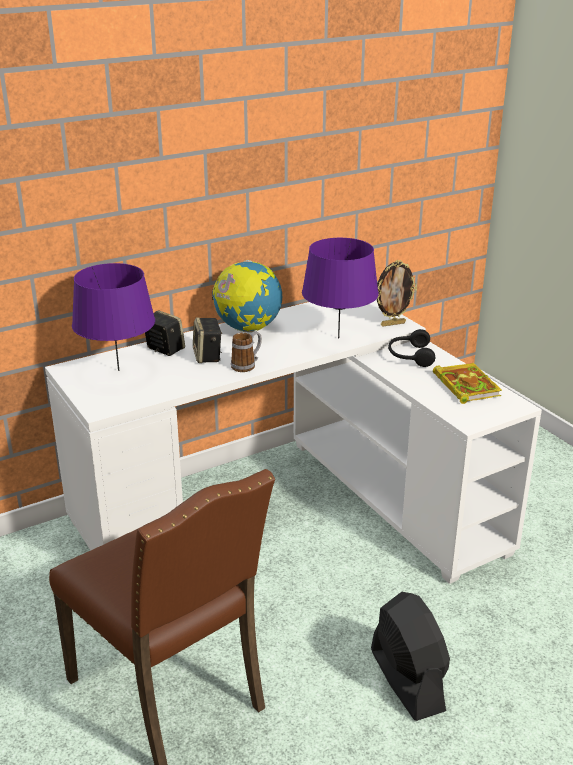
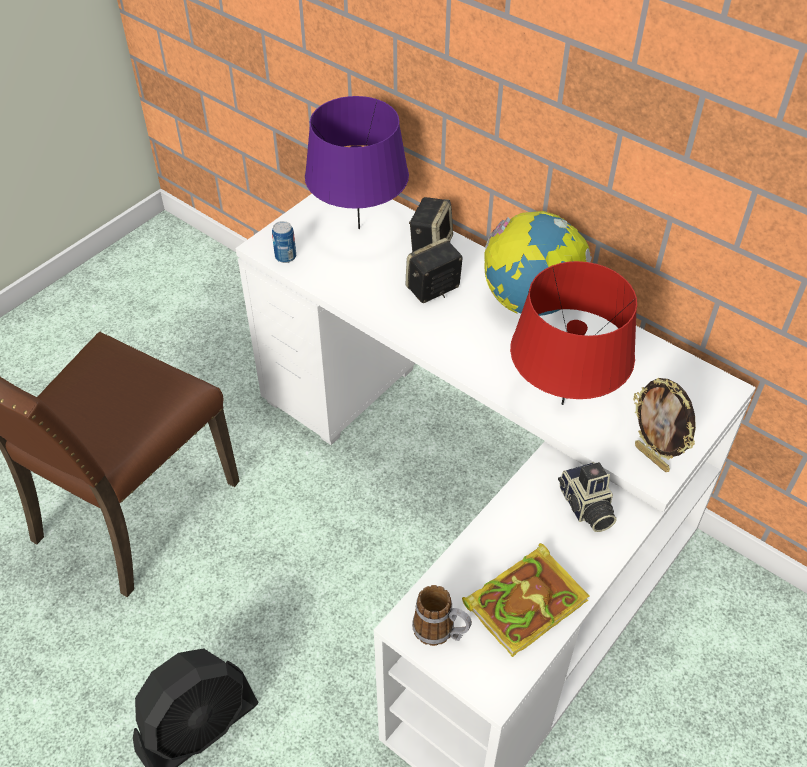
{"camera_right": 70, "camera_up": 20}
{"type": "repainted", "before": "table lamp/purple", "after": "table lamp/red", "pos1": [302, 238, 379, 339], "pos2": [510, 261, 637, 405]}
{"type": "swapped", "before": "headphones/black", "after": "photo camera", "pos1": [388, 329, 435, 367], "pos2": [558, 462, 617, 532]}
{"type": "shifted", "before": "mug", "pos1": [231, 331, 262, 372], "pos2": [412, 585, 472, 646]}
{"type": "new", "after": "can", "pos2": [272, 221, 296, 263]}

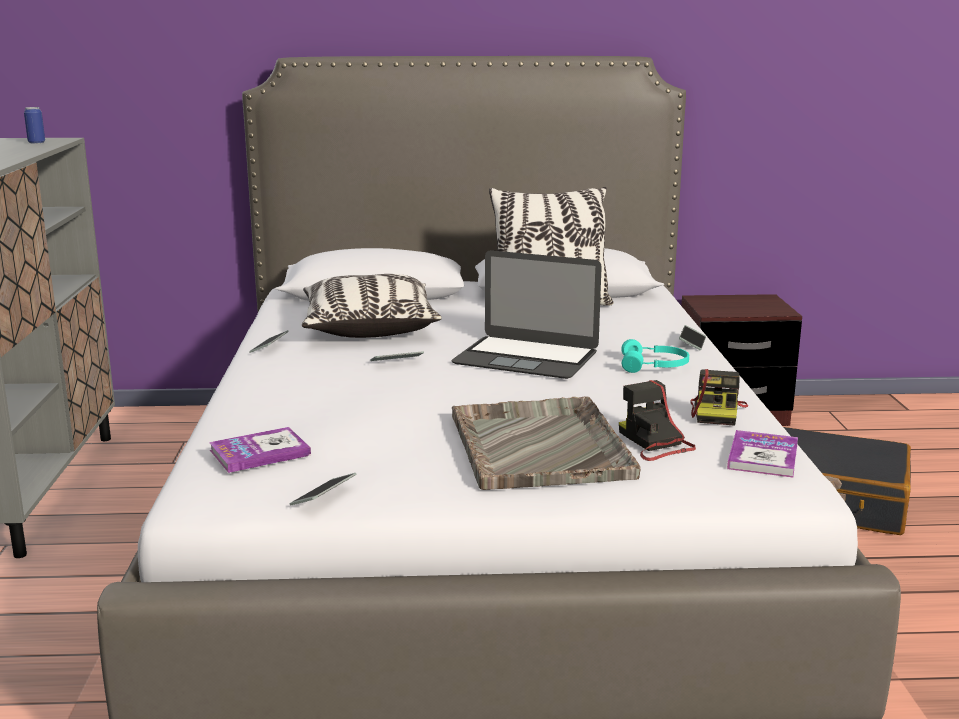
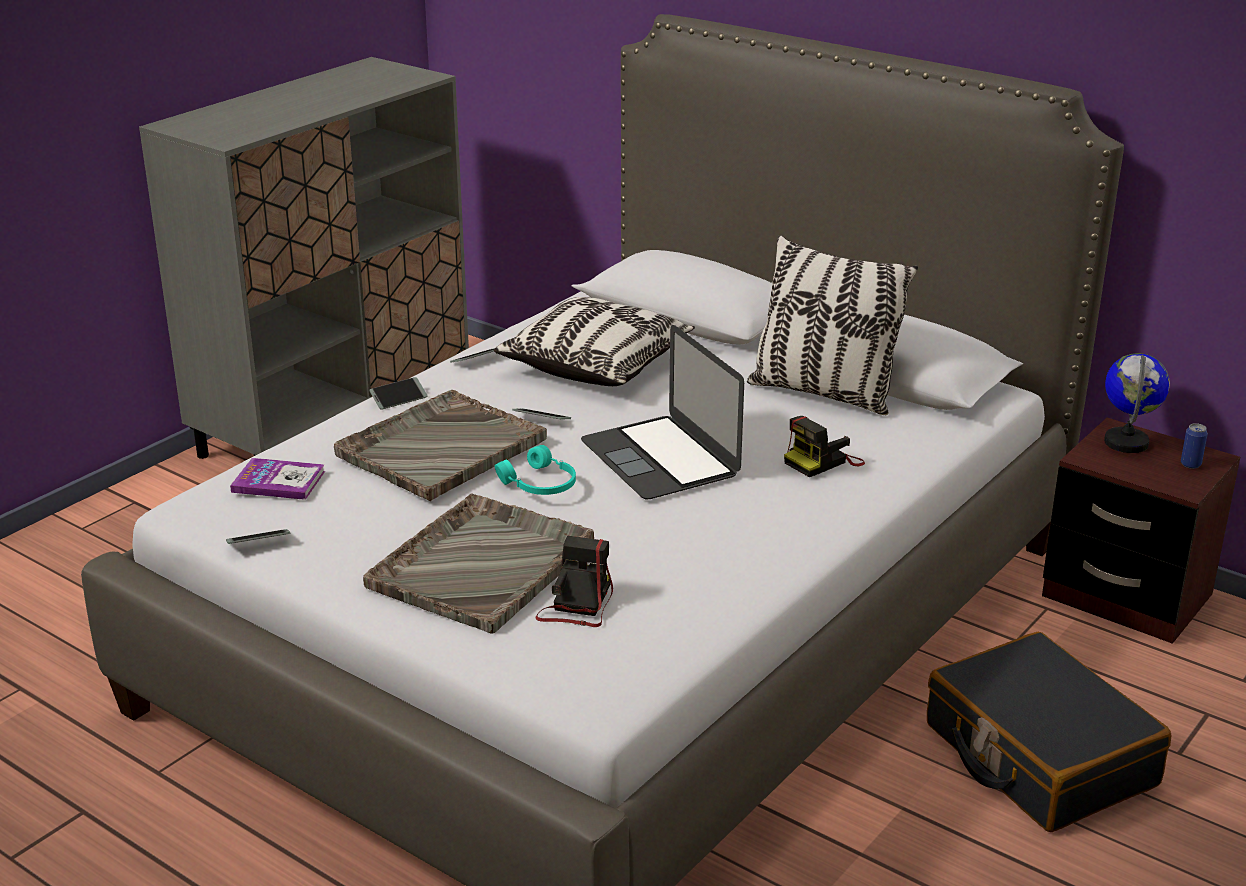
{"camera_right": 40, "camera_up": 10}
{"type": "shifted", "before": "can", "pos1": [24, 107, 45, 144], "pos2": [1181, 423, 1208, 469]}
{"type": "shifted", "before": "phone", "pos1": [679, 325, 706, 350], "pos2": [369, 377, 428, 410]}
{"type": "shifted", "before": "headphones/turquoise", "pos1": [621, 339, 689, 373], "pos2": [495, 445, 576, 495]}
{"type": "shifted", "before": "photo camera", "pos1": [691, 369, 748, 426], "pos2": [784, 416, 865, 477]}
{"type": "gone", "before": "book", "pos1": [727, 430, 798, 478]}
{"type": "new", "after": "globe", "pos2": [1104, 353, 1170, 453]}
{"type": "new", "after": "tray/grey", "pos2": [334, 390, 547, 501]}

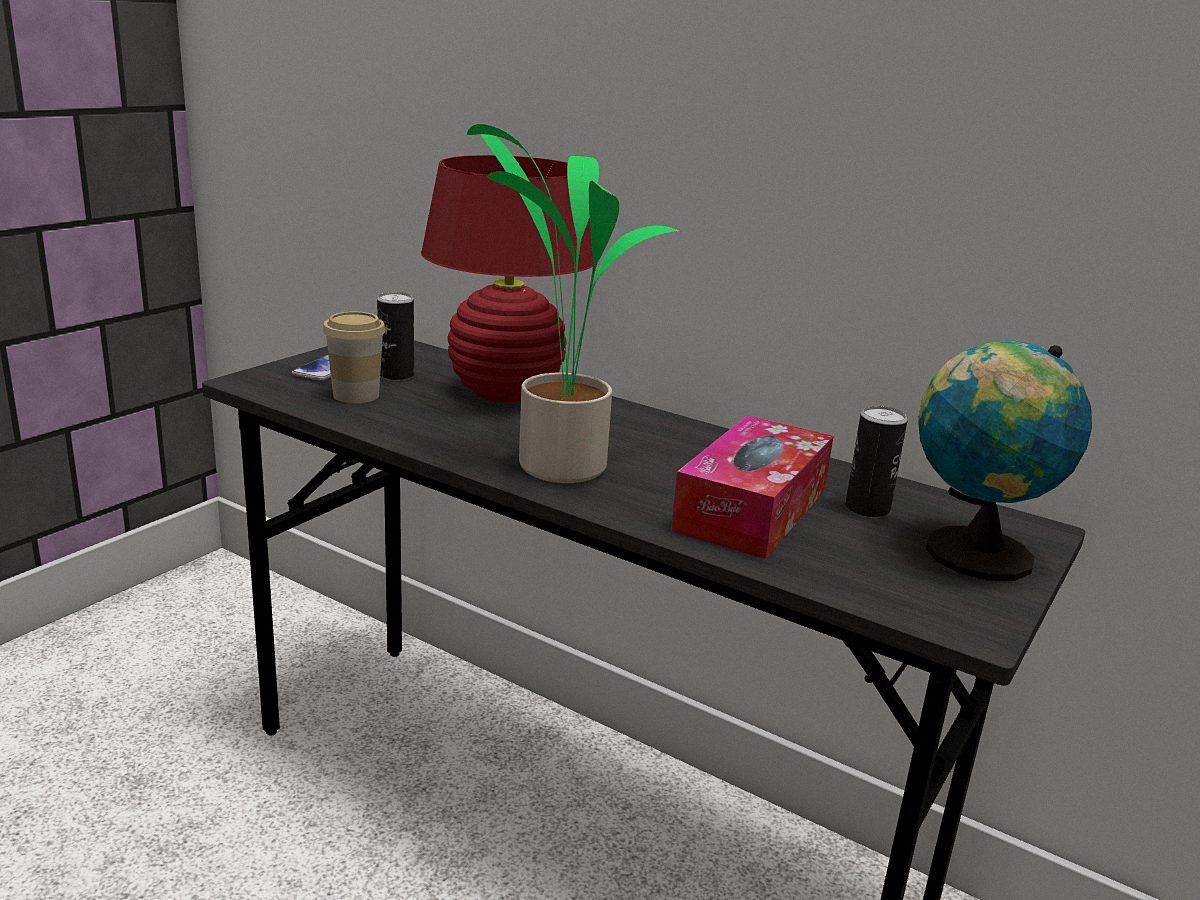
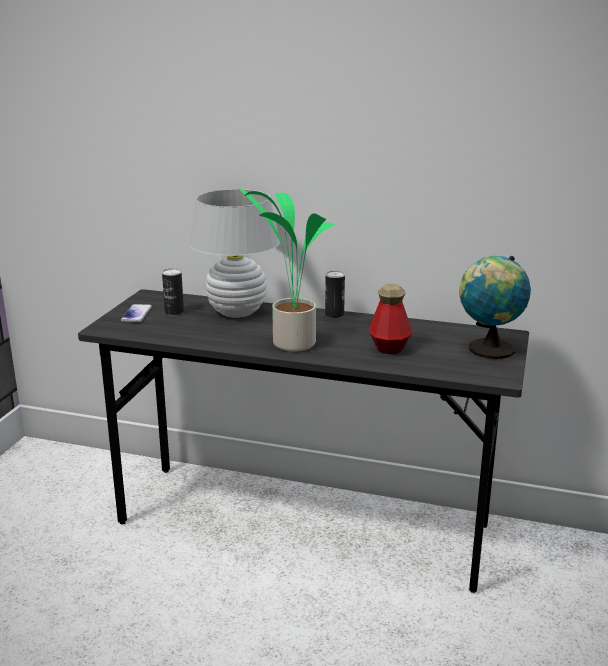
{"camera_right": -15, "camera_up": 0}
{"type": "repainted", "before": "table lamp/red", "after": "table lamp/white", "pos1": [421, 155, 593, 402], "pos2": [189, 189, 280, 318]}
{"type": "gone", "before": "cup", "pos1": [323, 311, 386, 403]}
{"type": "shifted", "before": "can", "pos1": [845, 406, 907, 518], "pos2": [325, 271, 345, 318]}
{"type": "swapped", "before": "tissue box", "after": "bottle", "pos1": [671, 415, 834, 559], "pos2": [369, 284, 413, 354]}

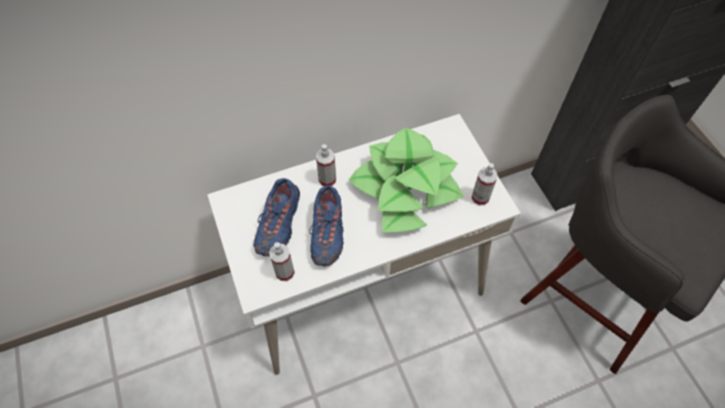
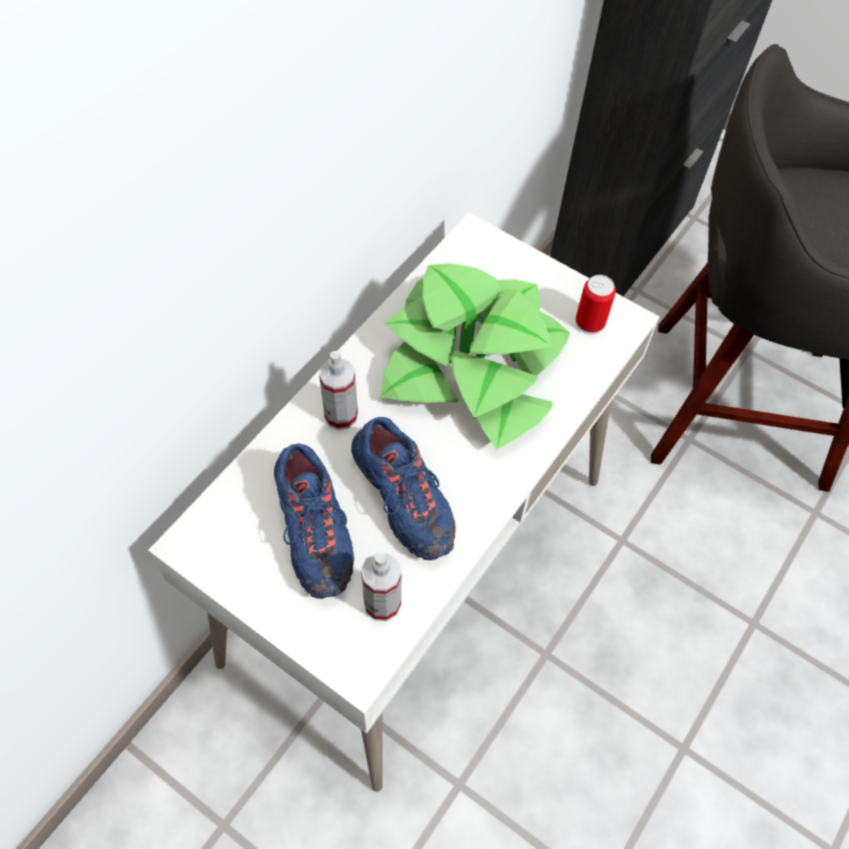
{"camera_right": -35, "camera_up": 0}
{"type": "swapped", "before": "spray bottle", "after": "can", "pos1": [471, 163, 498, 205], "pos2": [576, 275, 616, 335]}

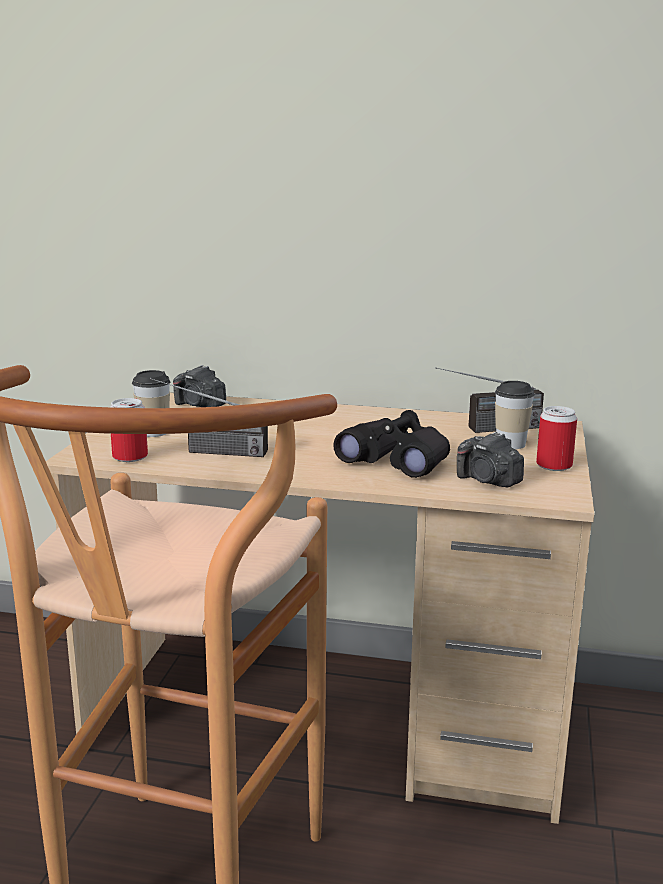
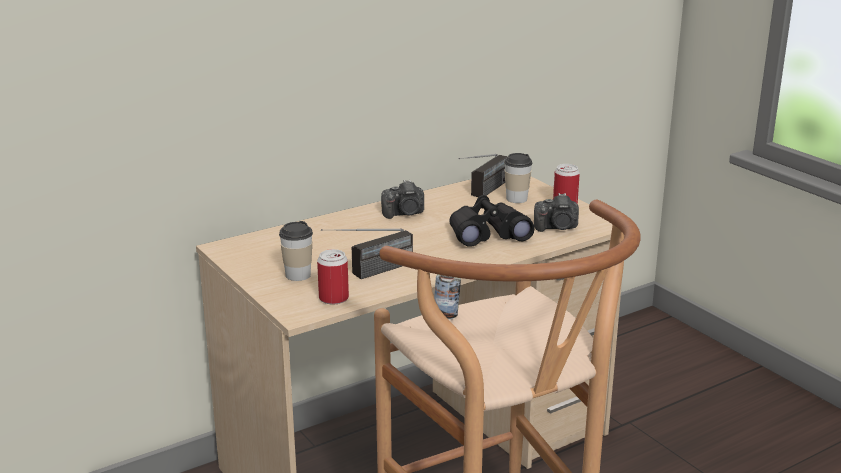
{"camera_right": -45, "camera_up": 5}
{"type": "shifted", "before": "photo camera", "pos1": [173, 365, 226, 407], "pos2": [381, 180, 424, 219]}
{"type": "new", "after": "can", "pos2": [434, 274, 461, 320]}

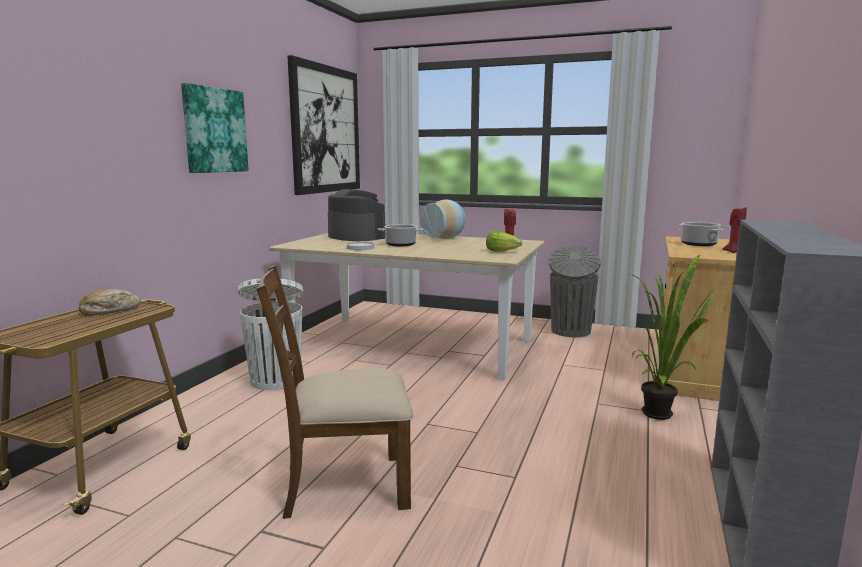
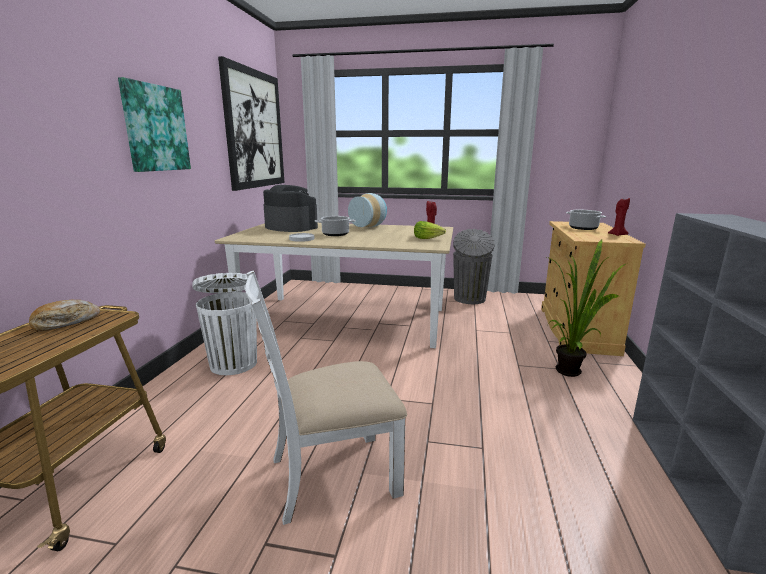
{"camera_right": -10, "camera_up": 5}
{"type": "repainted", "before": "chair/brown", "after": "chair/white", "pos1": [257, 265, 413, 519], "pos2": [245, 270, 407, 525]}

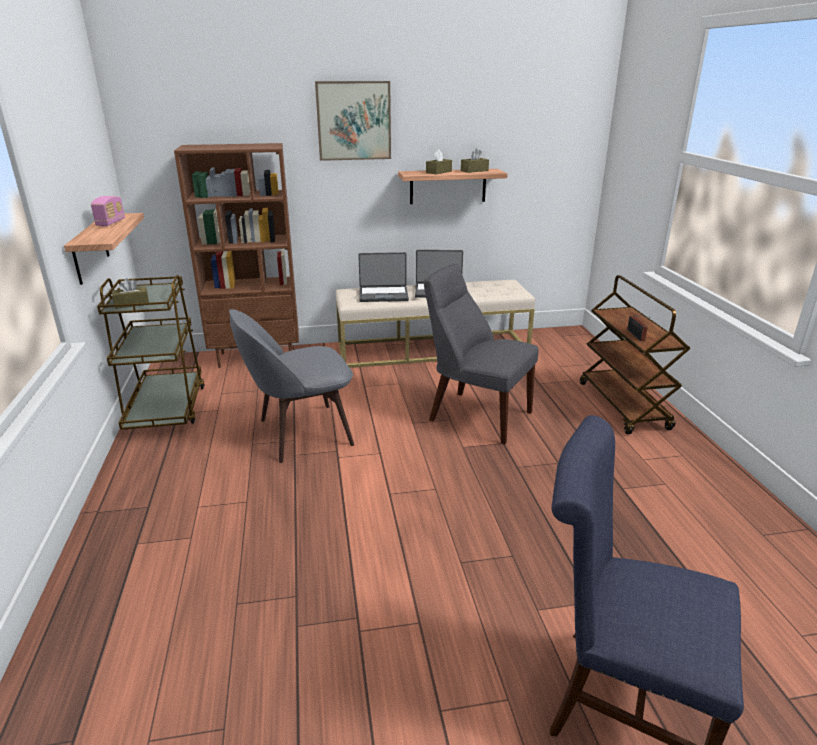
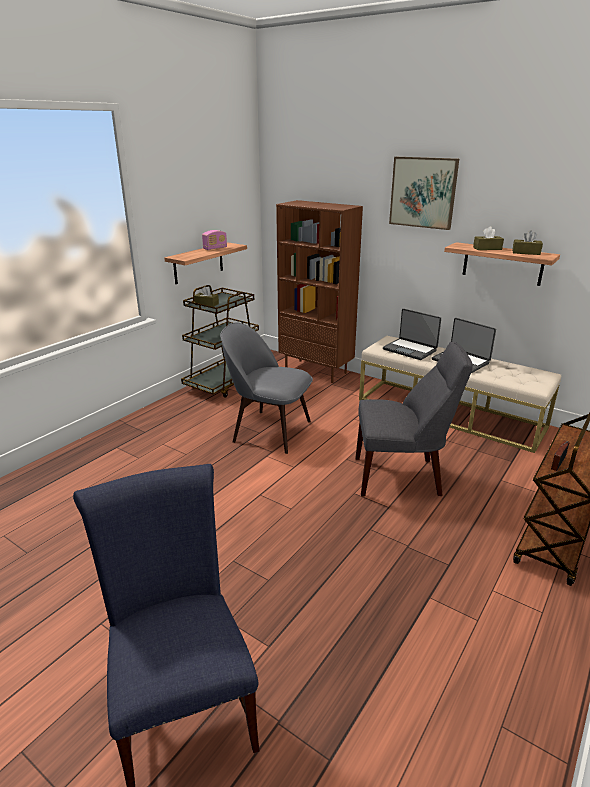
{"camera_right": 45, "camera_up": 0}
{"type": "rotated", "before": "chair/grey", "pos1": [424, 264, 539, 444], "pos2": [356, 341, 473, 496], "turn": 105}

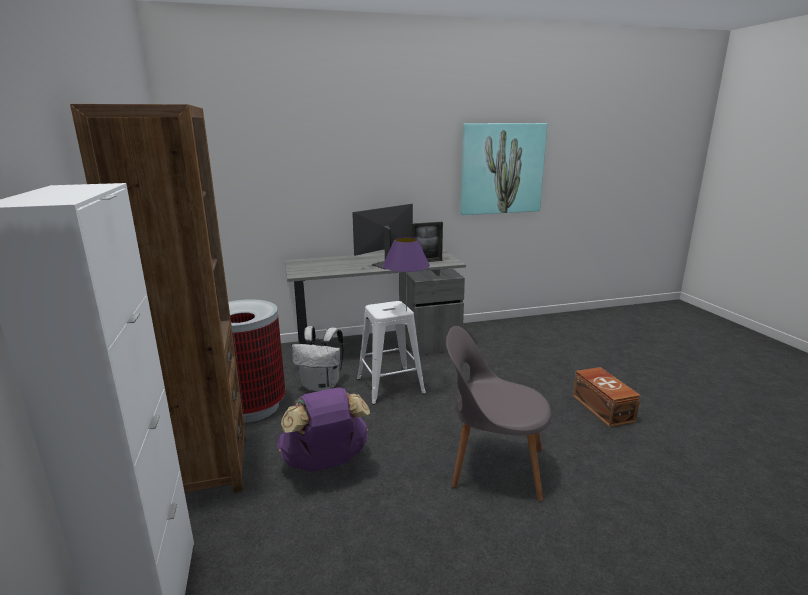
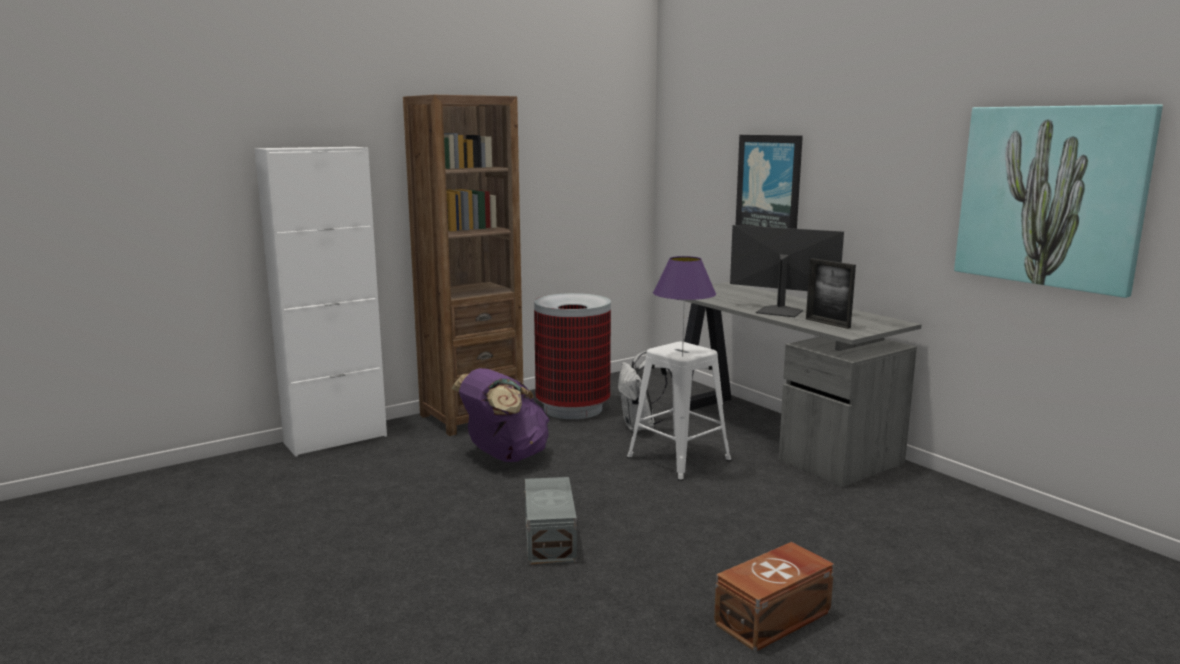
{"camera_right": 70, "camera_up": -5}
{"type": "swapped", "before": "chair/grey", "after": "storage box/grey", "pos1": [446, 326, 551, 501], "pos2": [525, 477, 577, 565]}
{"type": "new", "after": "picture", "pos2": [736, 135, 803, 229]}

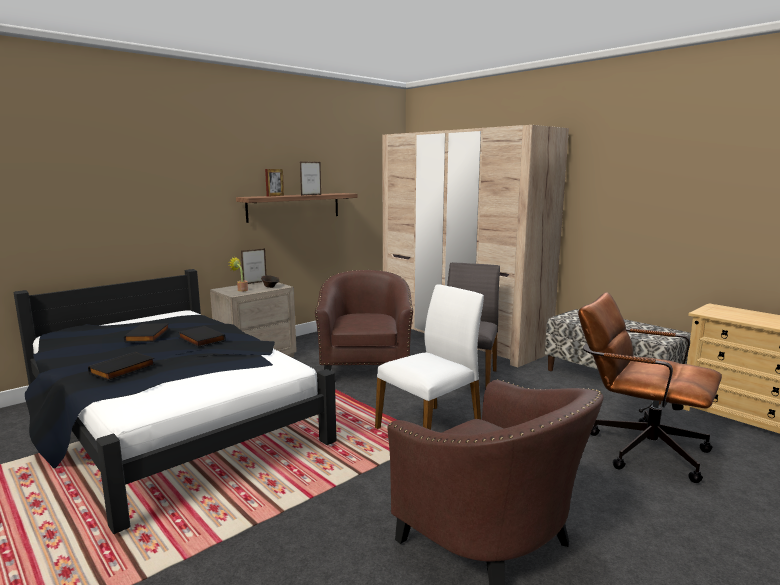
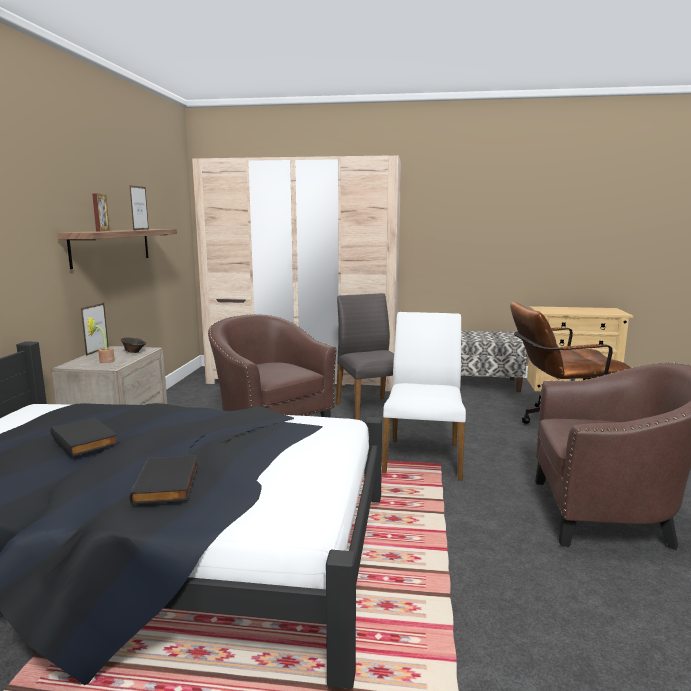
{"camera_right": -40, "camera_up": 0}
{"type": "gone", "before": "book/black", "pos1": [179, 326, 226, 347]}

